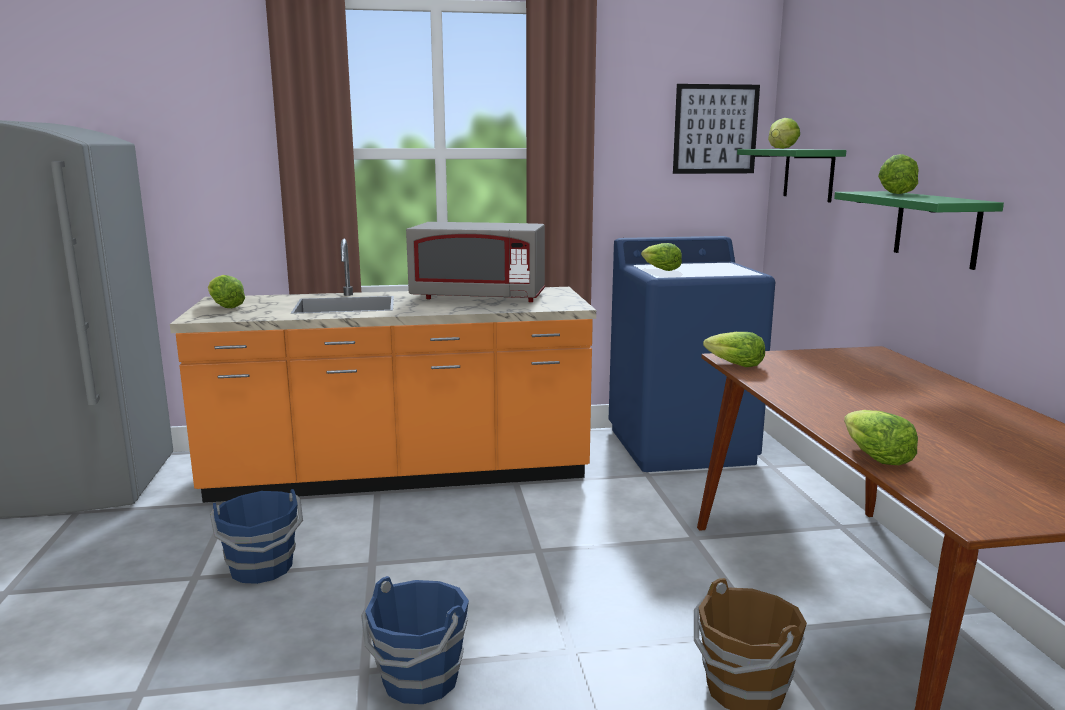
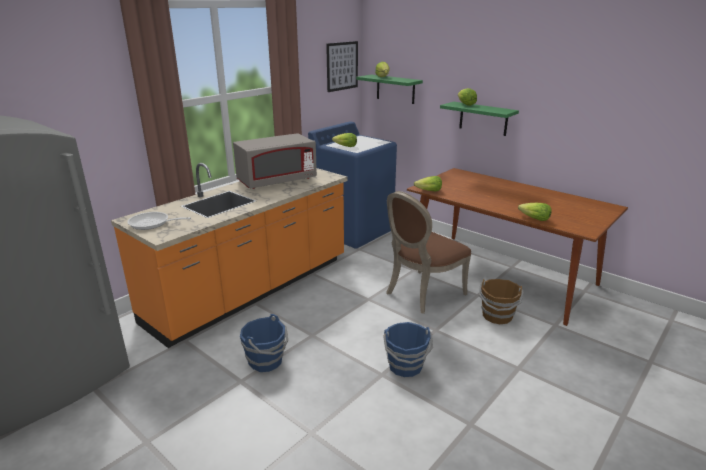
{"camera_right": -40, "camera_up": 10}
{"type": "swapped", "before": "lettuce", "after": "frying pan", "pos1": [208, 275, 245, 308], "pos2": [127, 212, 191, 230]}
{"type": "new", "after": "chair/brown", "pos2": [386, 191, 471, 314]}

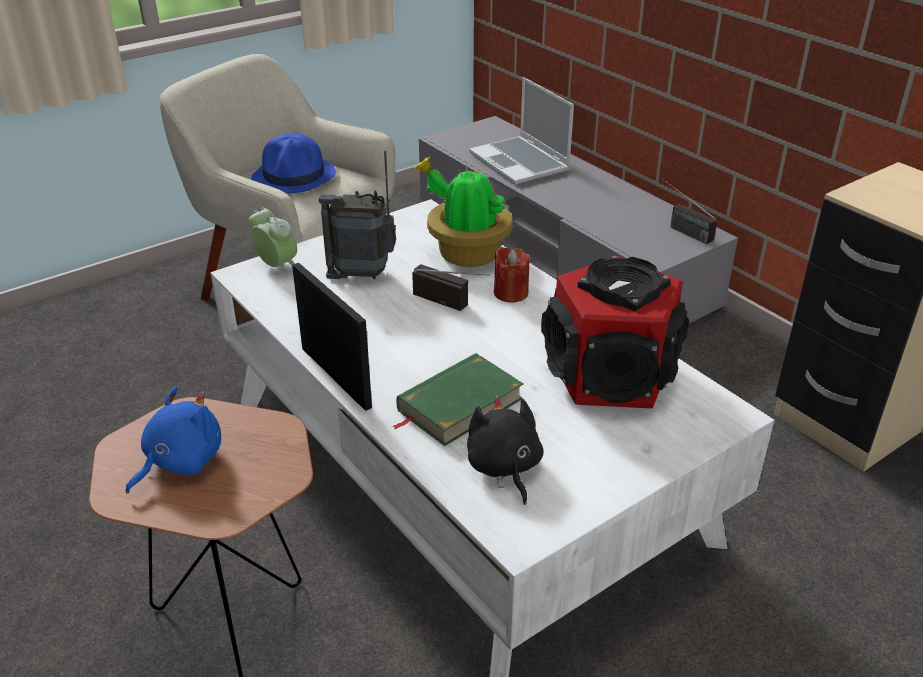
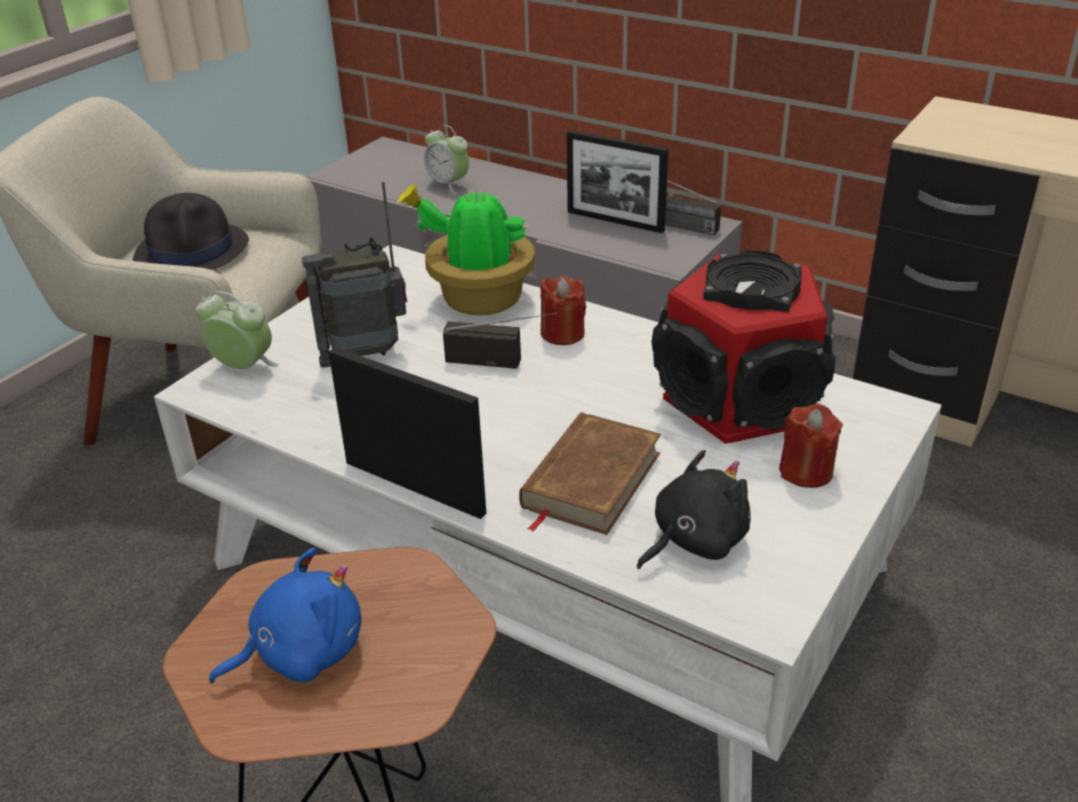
{"camera_right": -20, "camera_up": 0}
{"type": "swapped", "before": "laptop", "after": "alarm clock", "pos1": [469, 77, 574, 185], "pos2": [424, 125, 469, 194]}
{"type": "repainted", "before": "hat/blue", "after": "hat/black", "pos1": [251, 133, 336, 193], "pos2": [133, 193, 249, 270]}
{"type": "repainted", "before": "book/green", "after": "book/brown", "pos1": [392, 353, 523, 446], "pos2": [519, 412, 661, 535]}
{"type": "rotated", "before": "plush toy/blue", "pos1": [125, 387, 221, 494], "pos2": [209, 548, 362, 683], "turn": 45}
{"type": "rotated", "before": "plush toy/black", "pos1": [467, 396, 543, 505], "pos2": [637, 450, 750, 569], "turn": 90}
{"type": "new", "after": "picture frame", "pos2": [567, 130, 668, 233]}
{"type": "new", "after": "candle/red", "pos2": [779, 403, 843, 488]}

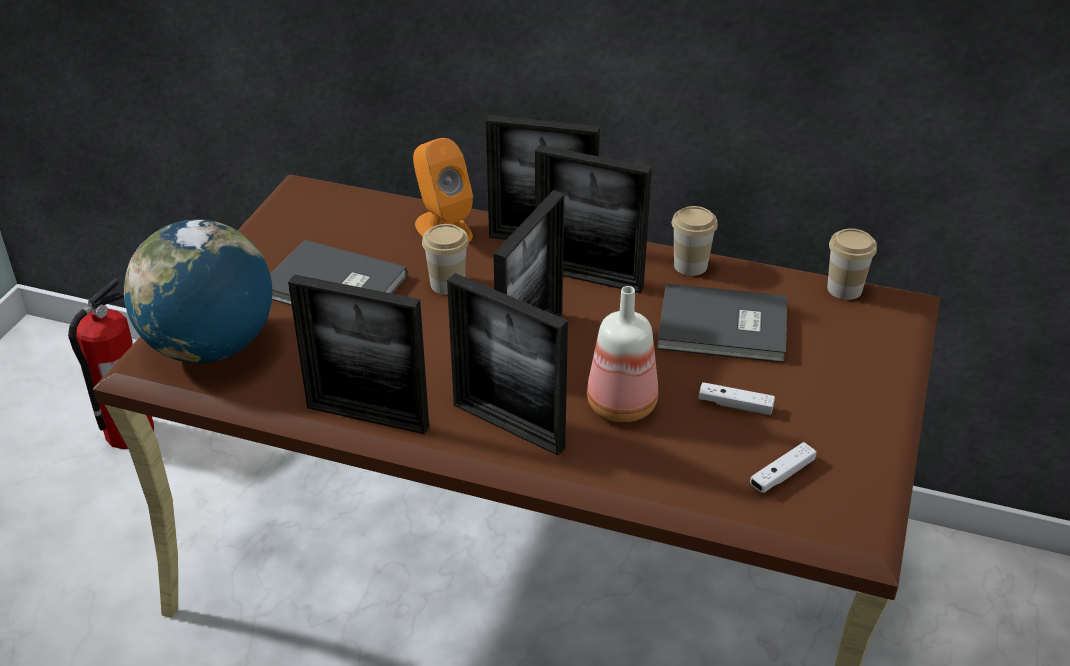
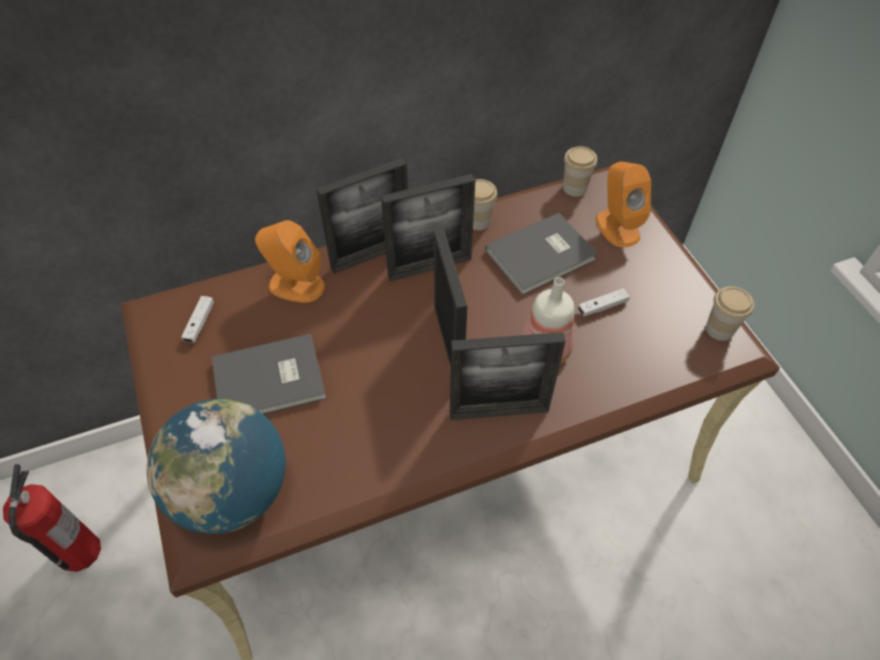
{"camera_right": -40, "camera_up": 15}
{"type": "shifted", "before": "cup", "pos1": [422, 224, 469, 295], "pos2": [706, 286, 754, 341]}
{"type": "gone", "before": "picture frame", "pos1": [288, 274, 429, 434]}
{"type": "shifted", "before": "game controller/white", "pos1": [750, 442, 817, 493], "pos2": [181, 296, 214, 343]}
{"type": "new", "after": "speaker/orange", "pos2": [596, 162, 651, 247]}

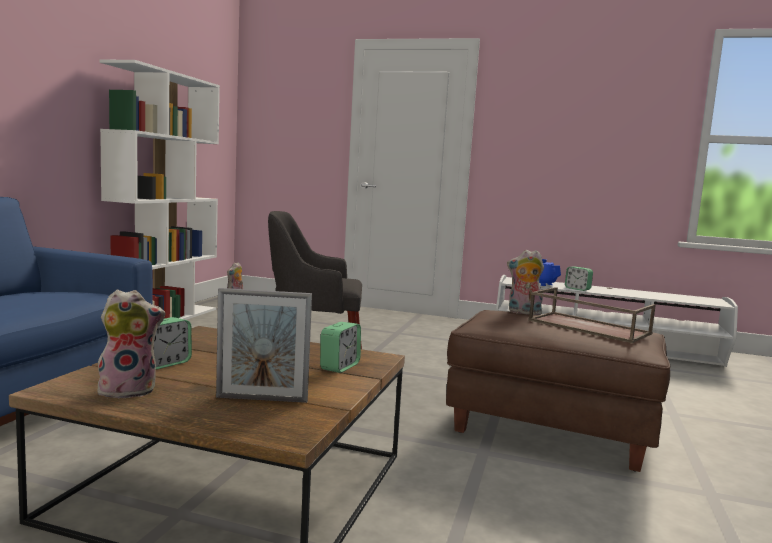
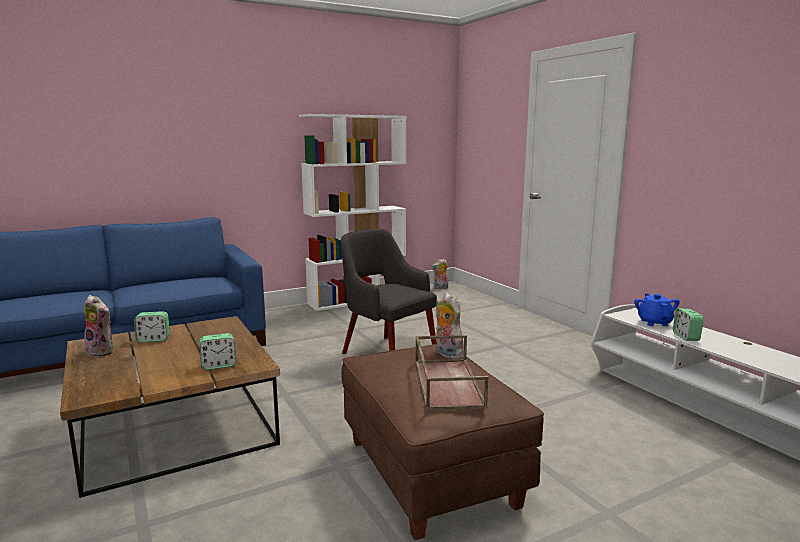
{"camera_right": 45, "camera_up": 5}
{"type": "gone", "before": "picture frame", "pos1": [216, 288, 312, 403]}

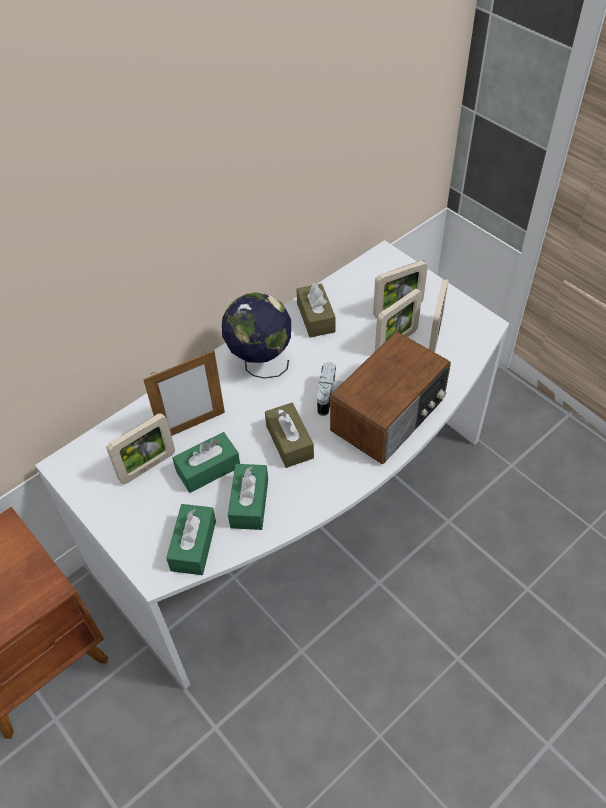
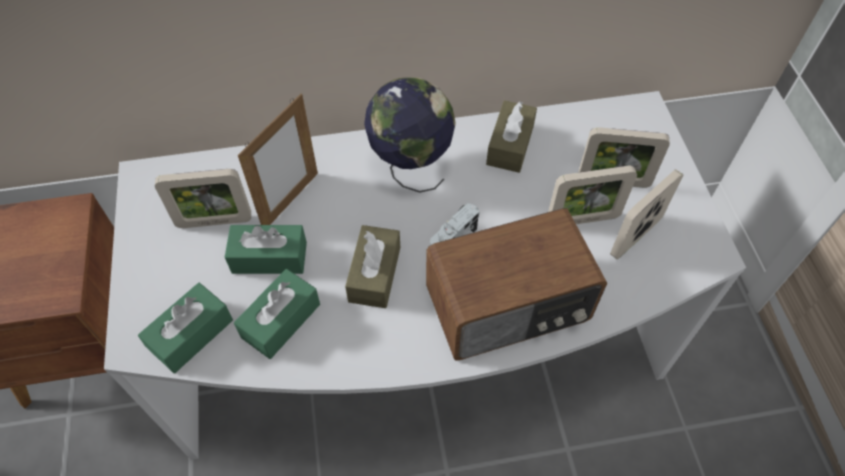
{"camera_right": 30, "camera_up": 5}
{"type": "rotated", "before": "picture frame", "pos1": [143, 350, 225, 436], "pos2": [238, 94, 318, 225], "turn": -60}

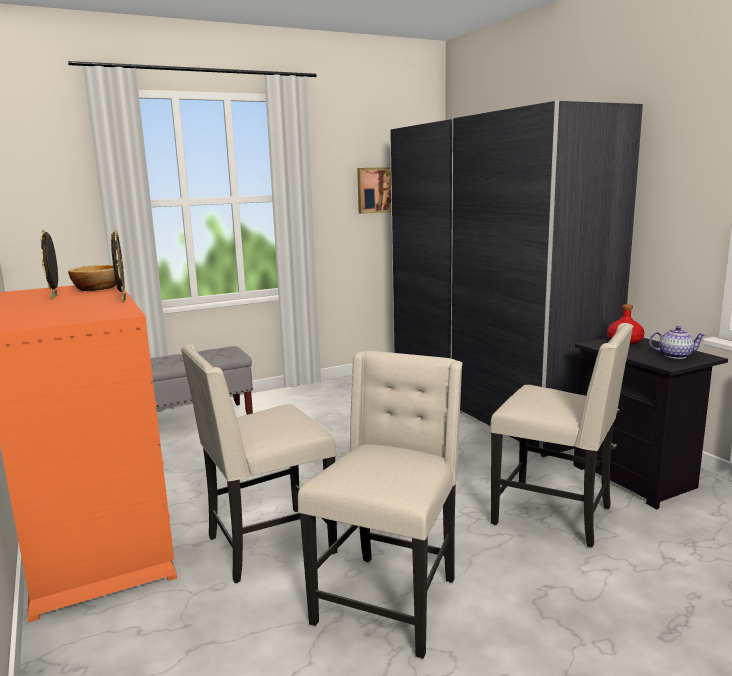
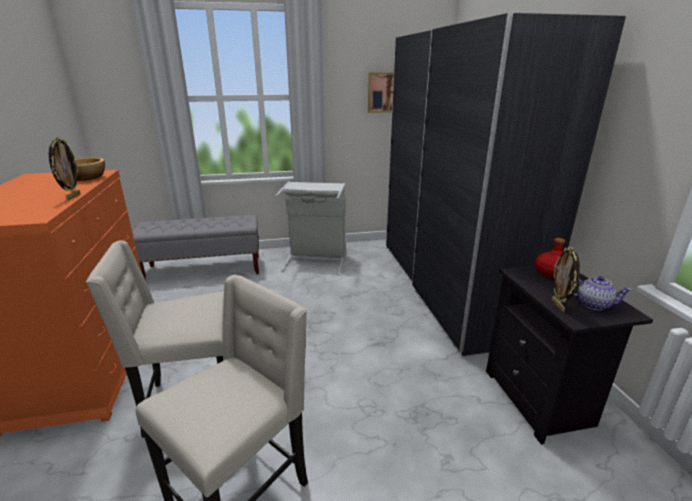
{"camera_right": 15, "camera_up": 10}
{"type": "shifted", "before": "picture frame", "pos1": [40, 230, 58, 299], "pos2": [552, 246, 580, 312]}
{"type": "gone", "before": "chair/beige", "pos1": [490, 323, 633, 548]}
{"type": "new", "after": "laundry basket/grey", "pos2": [275, 181, 346, 275]}

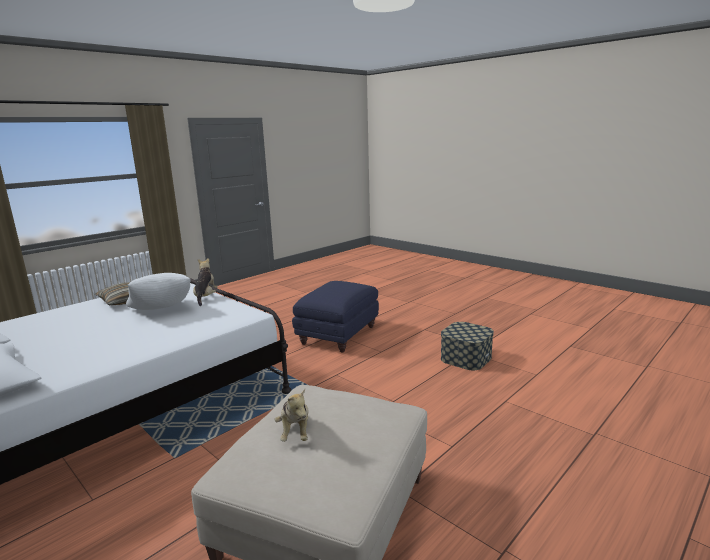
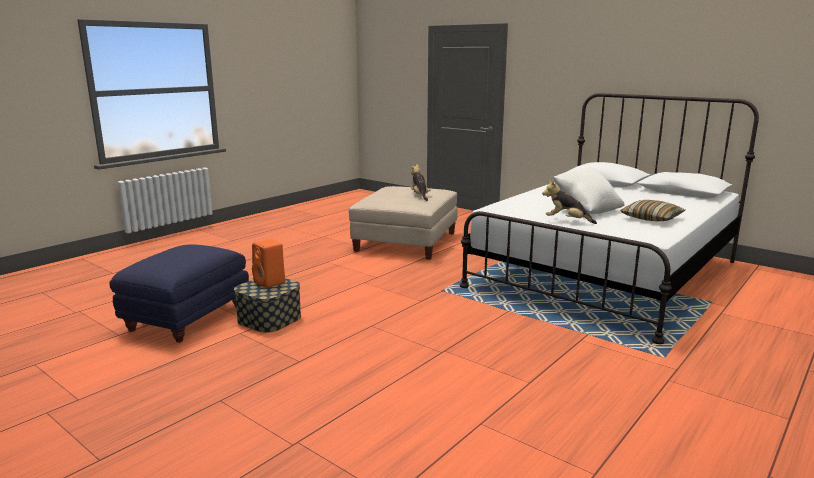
{"camera_right": 175, "camera_up": 0}
{"type": "rotated", "before": "plush toy", "pos1": [193, 258, 218, 306], "pos2": [542, 180, 597, 224], "turn": 120}
{"type": "shifted", "before": "ottoman/blue", "pos1": [292, 281, 379, 352], "pos2": [110, 245, 249, 343]}
{"type": "new", "after": "speaker/orange", "pos2": [252, 239, 285, 288]}

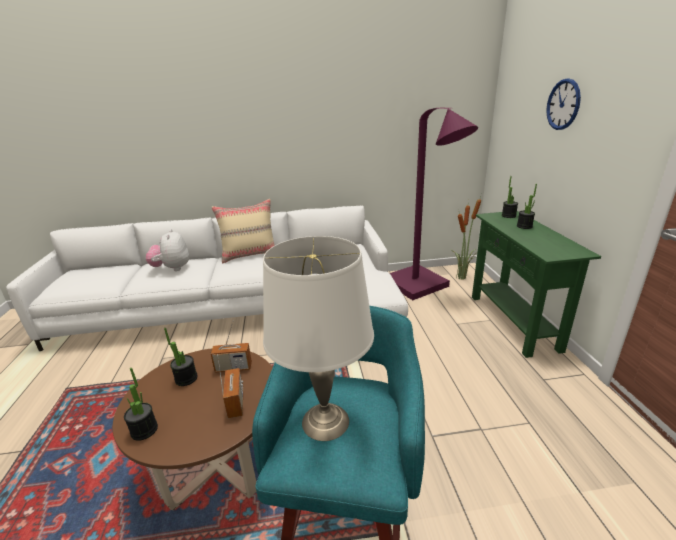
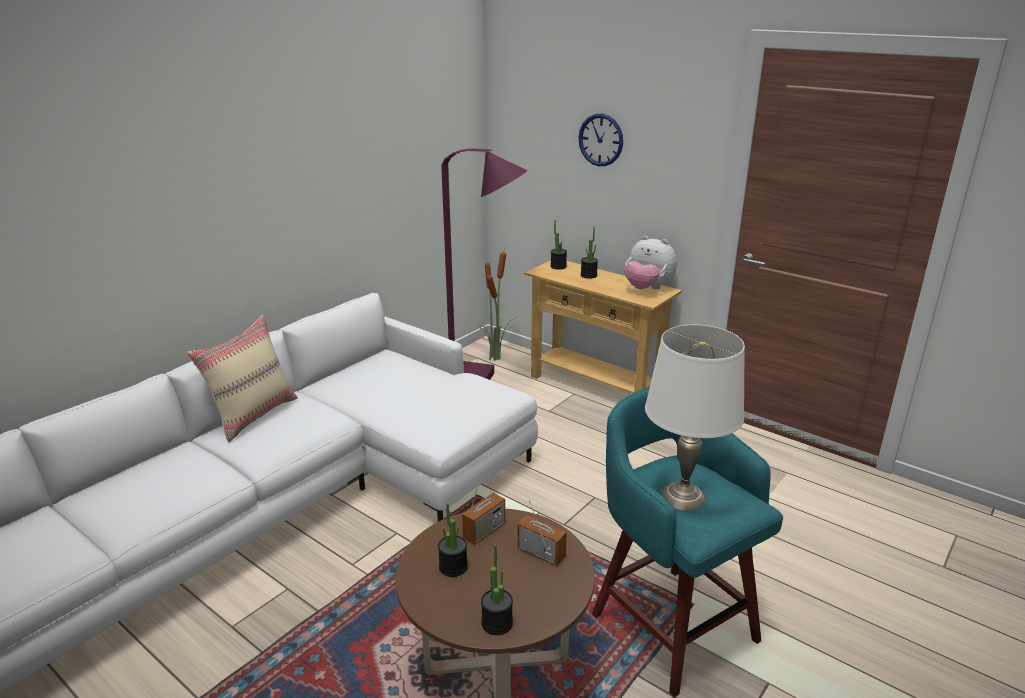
{"camera_right": -45, "camera_up": 0}
{"type": "repainted", "before": "console table/green", "after": "console table/beige", "pos1": [472, 211, 601, 358], "pos2": [524, 261, 682, 394]}
{"type": "shifted", "before": "plush toy", "pos1": [146, 229, 189, 271], "pos2": [624, 236, 677, 289]}

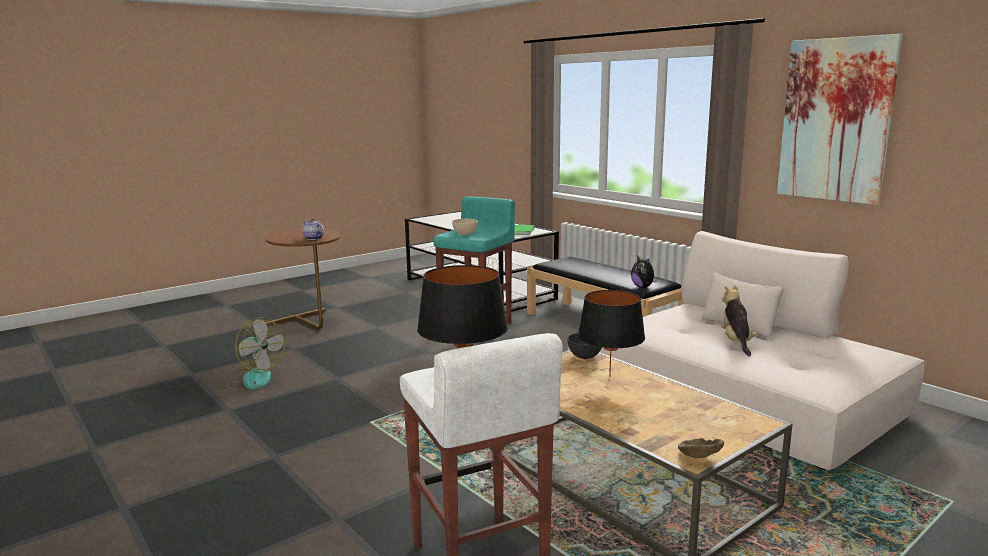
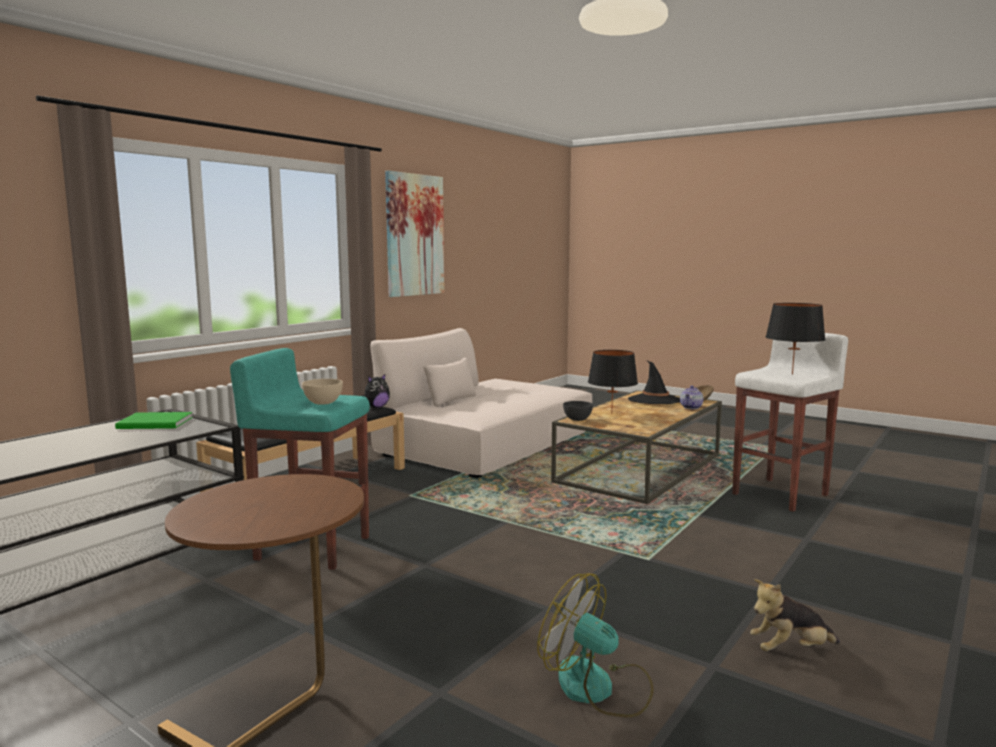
{"camera_right": -105, "camera_up": -5}
{"type": "shifted", "before": "teapot", "pos1": [302, 218, 324, 240], "pos2": [680, 386, 703, 409]}
{"type": "shifted", "before": "plush toy", "pos1": [721, 285, 757, 356], "pos2": [750, 579, 840, 651]}
{"type": "rotated", "before": "fan", "pos1": [217, 318, 285, 389], "pos2": [537, 574, 654, 717], "turn": -75}
{"type": "new", "after": "hat/black", "pos2": [628, 361, 680, 404]}

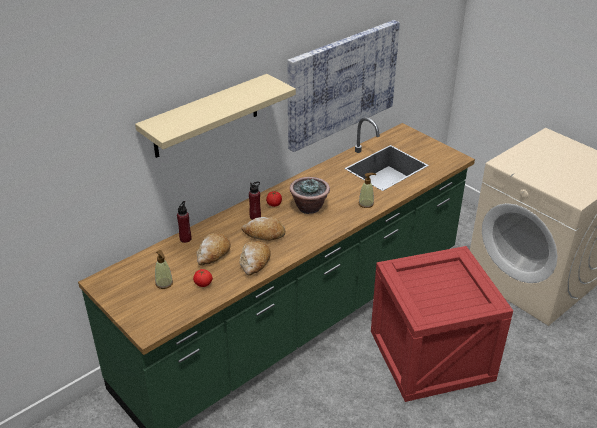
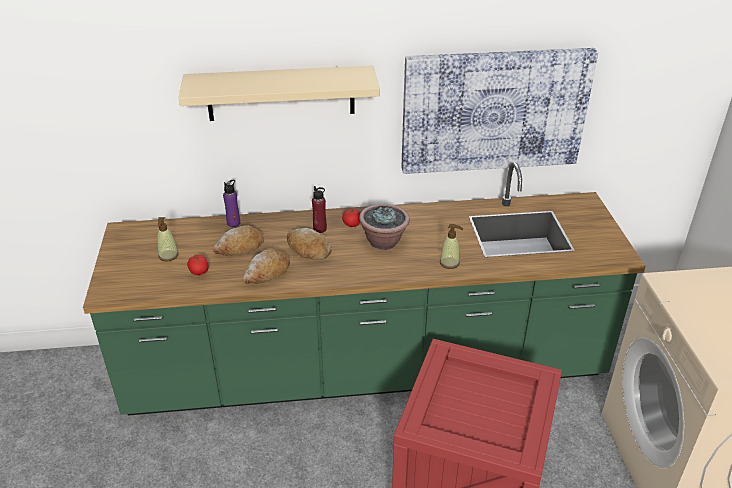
{"camera_right": 35, "camera_up": 0}
{"type": "repainted", "before": "bottle/red", "after": "bottle/purple", "pos1": [177, 201, 192, 243], "pos2": [223, 179, 240, 227]}

